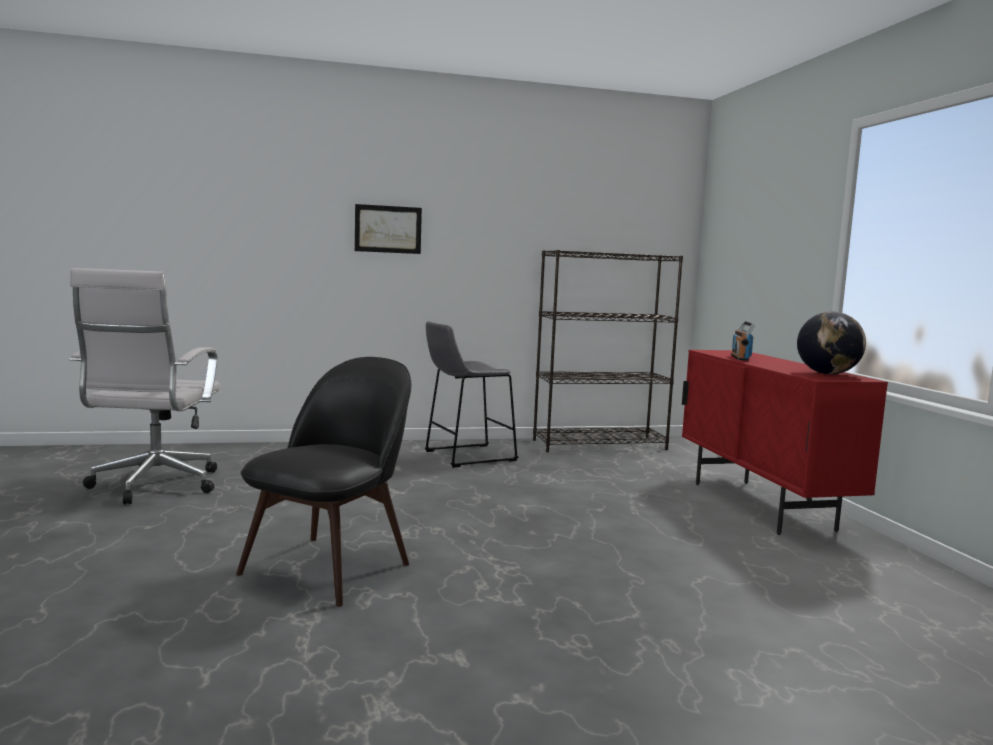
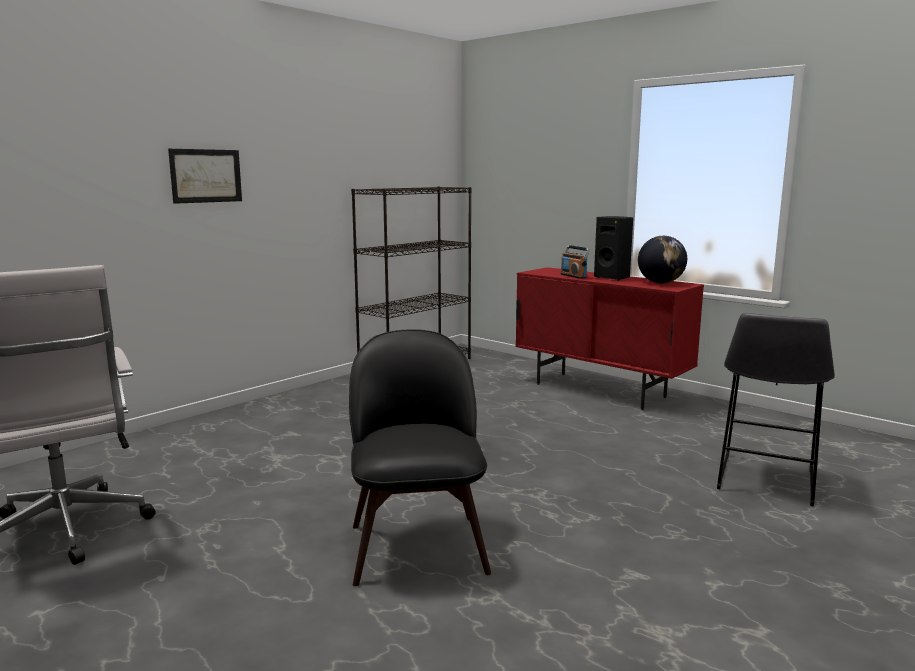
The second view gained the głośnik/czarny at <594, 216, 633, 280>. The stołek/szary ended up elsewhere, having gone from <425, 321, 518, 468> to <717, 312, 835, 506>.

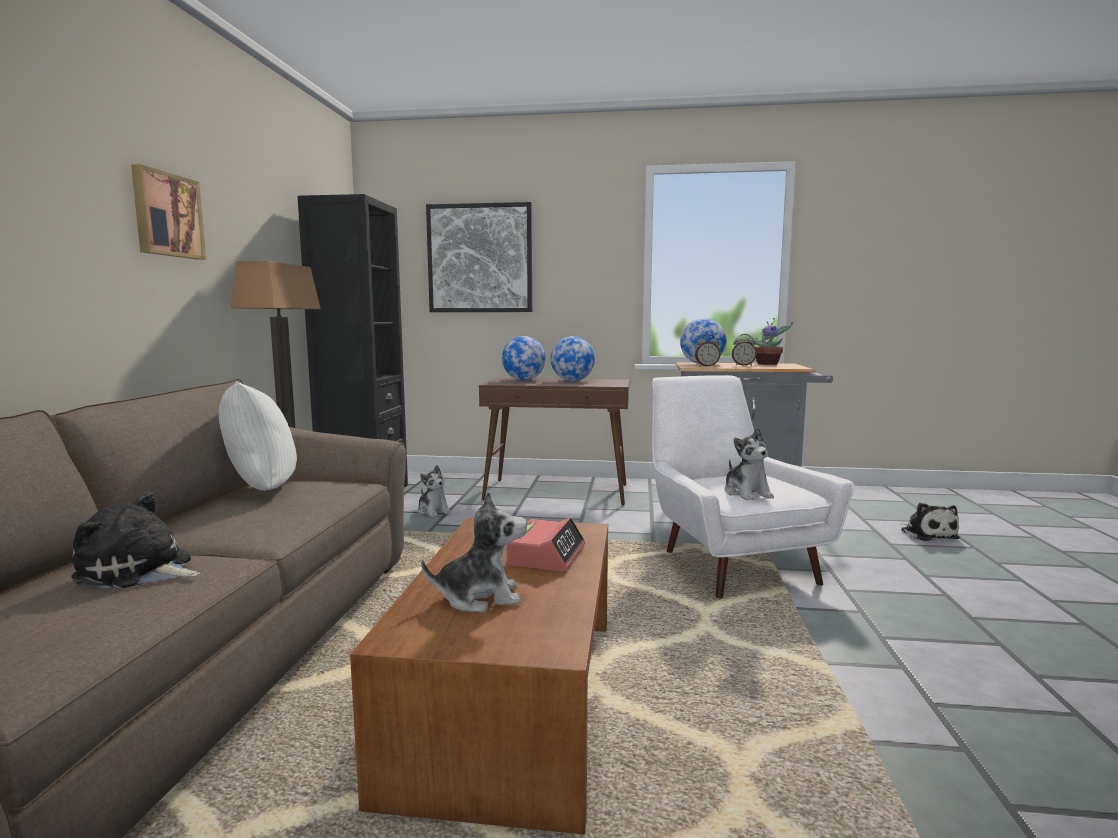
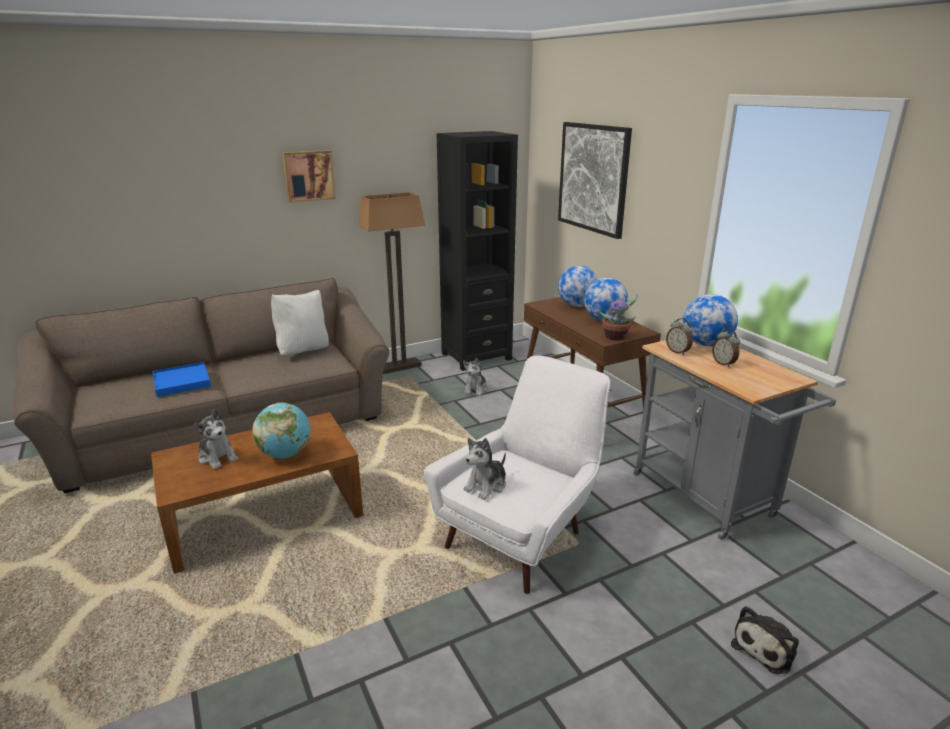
Where the pluszak stood at <71, 492, 200, 589>, the taca/niebieski came to stand at <152, 362, 211, 397>. Where the budzik stood at <507, 517, 585, 572>, the globus came to stand at <252, 403, 310, 458>. The roślina doniczkowa ended up elsewhere, having gone from <754, 318, 793, 365> to <599, 294, 638, 340>.

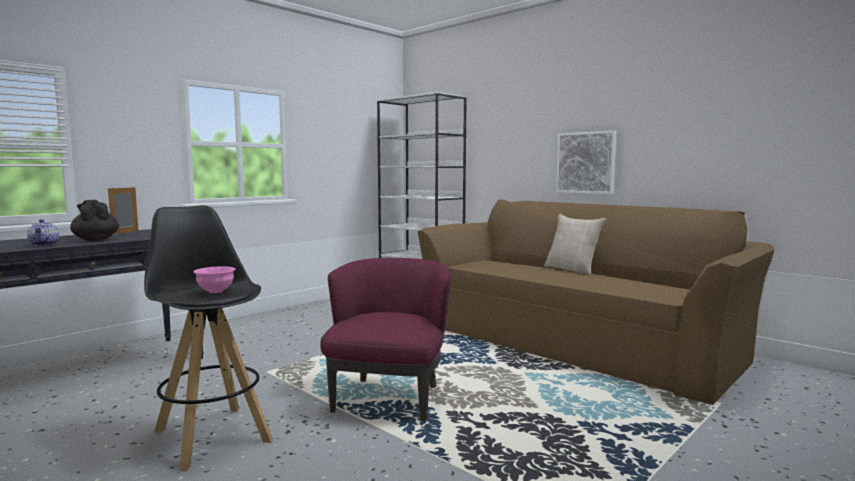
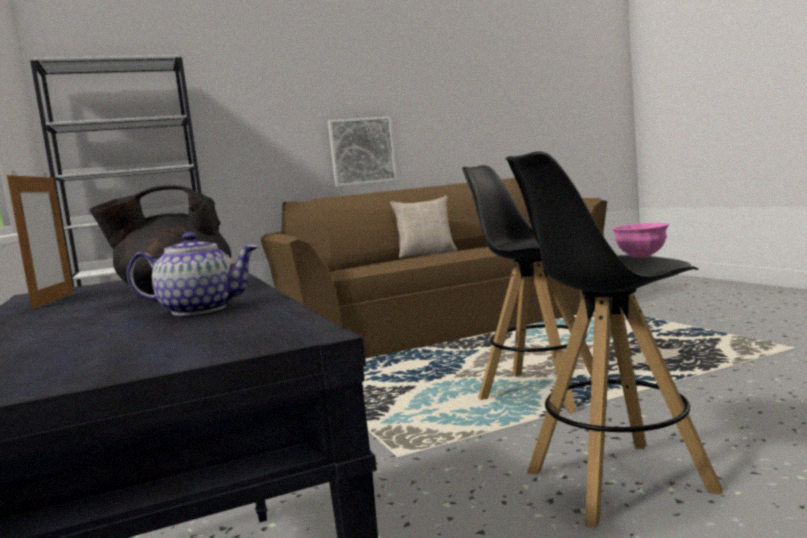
The ramka na zdjęcie at <108, 187, 138, 235> ended up facing another way, 135 degrees counterclockwise from before. Where the fotel/fioletowy stood at <320, 258, 451, 421>, the stołek/czarny came to stand at <462, 165, 593, 413>.

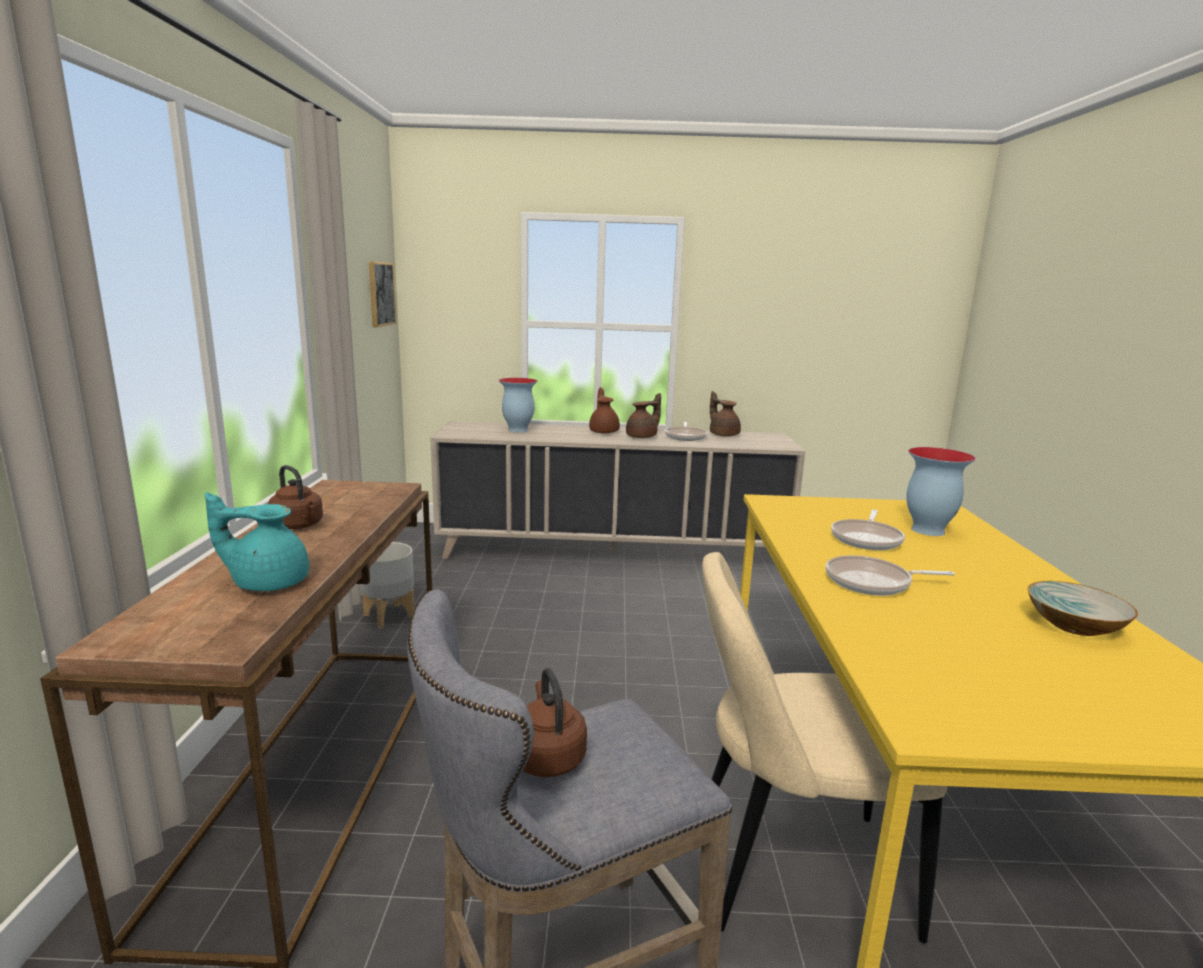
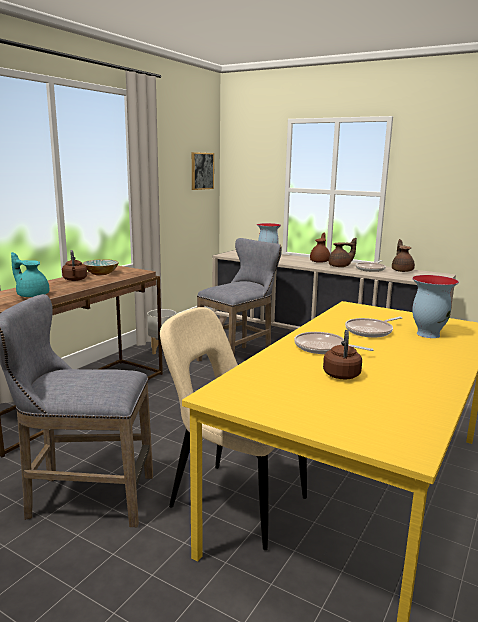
The miska ended up elsewhere, having gone from <1027, 581, 1138, 636> to <82, 259, 119, 275>. The second view gained the stołek/szary at <197, 238, 282, 361>. The czajnik/brązowy ended up elsewhere, having gone from <523, 668, 587, 777> to <323, 330, 362, 379>.

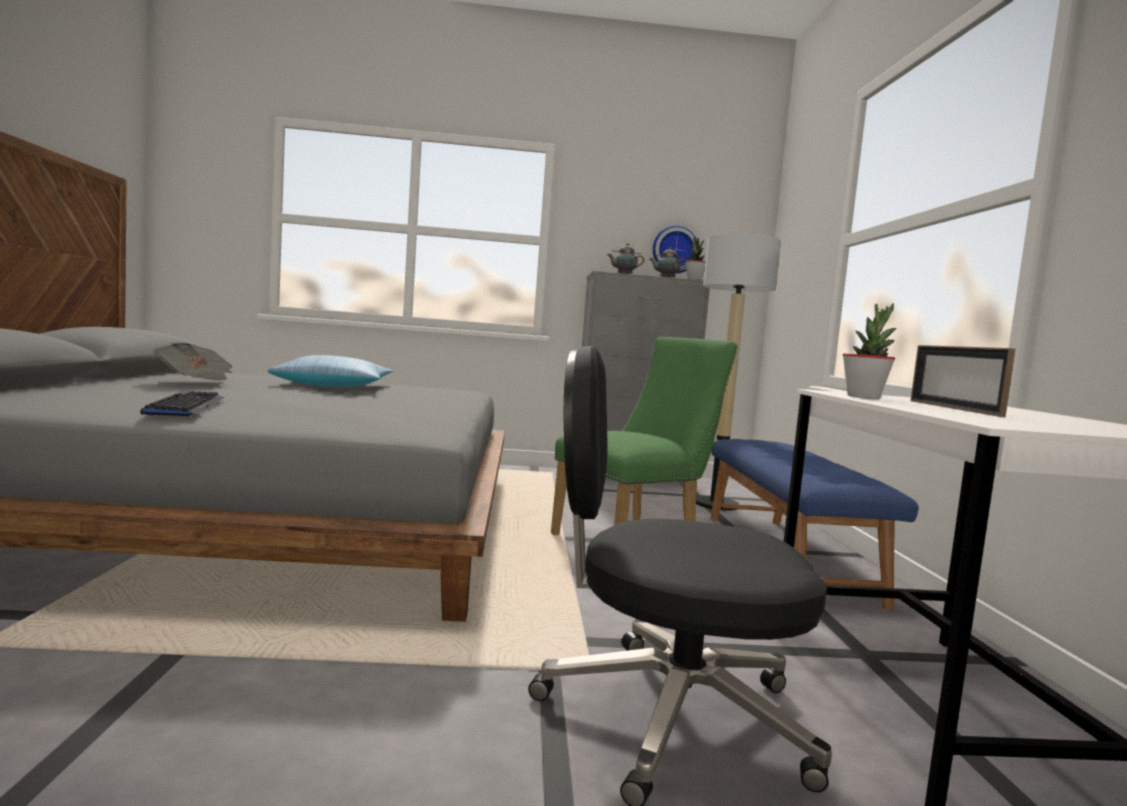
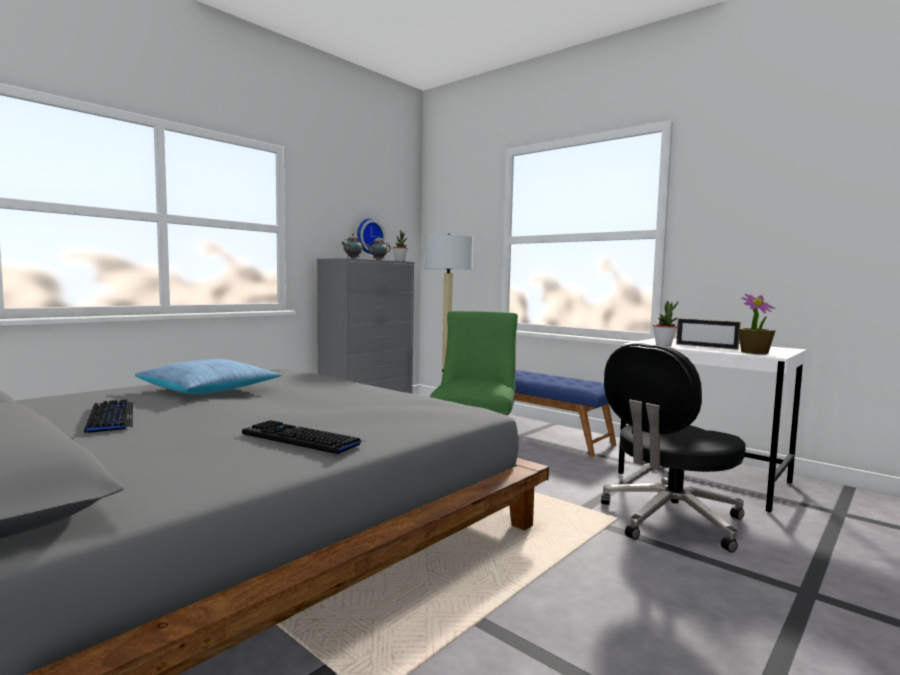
Where the gazeta stood at <154, 343, 232, 380>, the klawiatura came to stand at <84, 399, 133, 433>. The second view gained the roślina doniczkowa at <738, 294, 776, 354>.

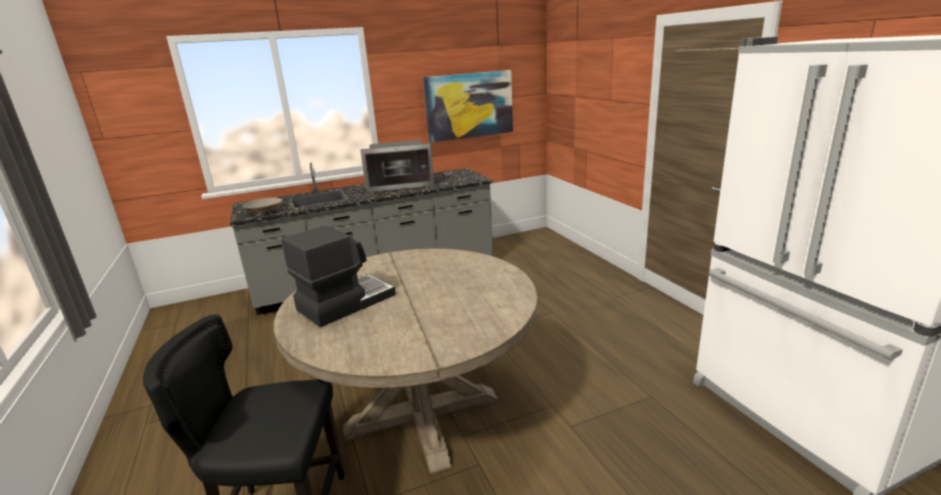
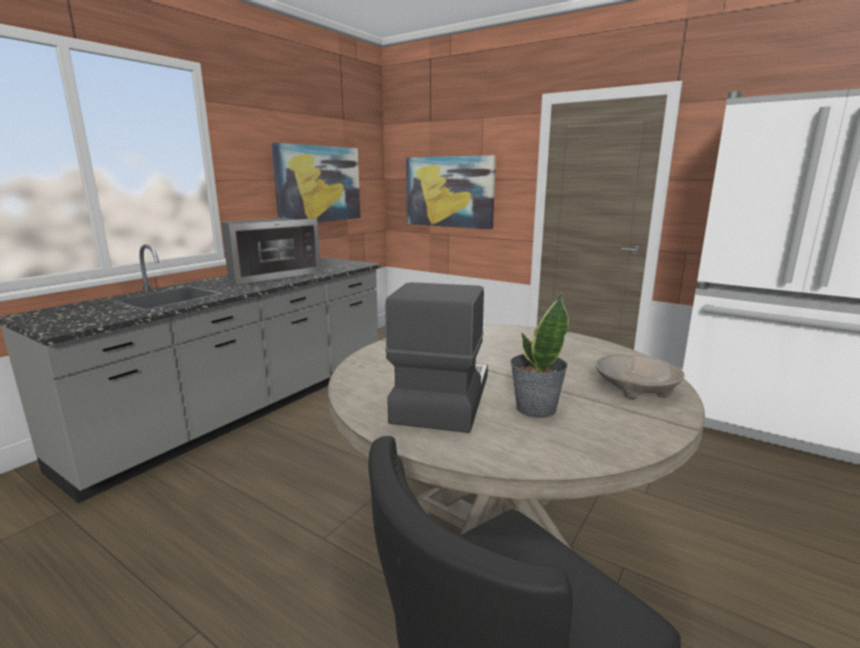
The second view gained the obraz at <406, 155, 496, 229>. The second view gained the roślina doniczkowa at <510, 293, 569, 418>. The miska/beżowy ended up elsewhere, having gone from <243, 197, 282, 216> to <595, 354, 685, 399>.

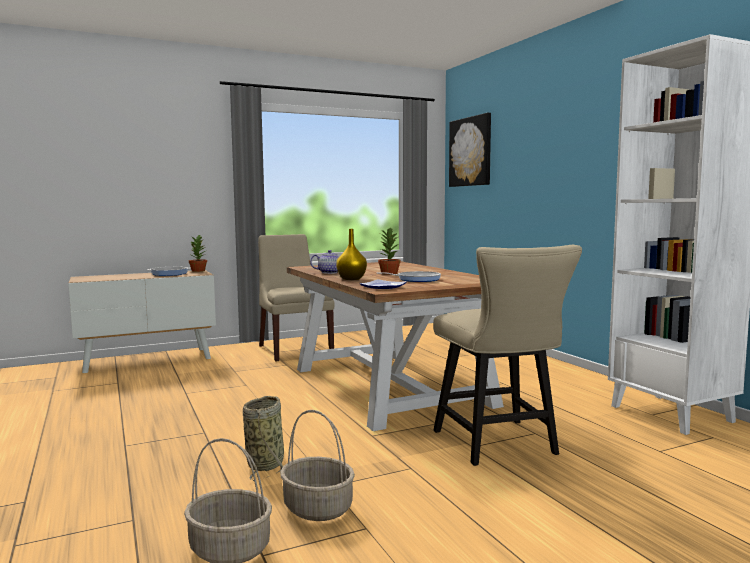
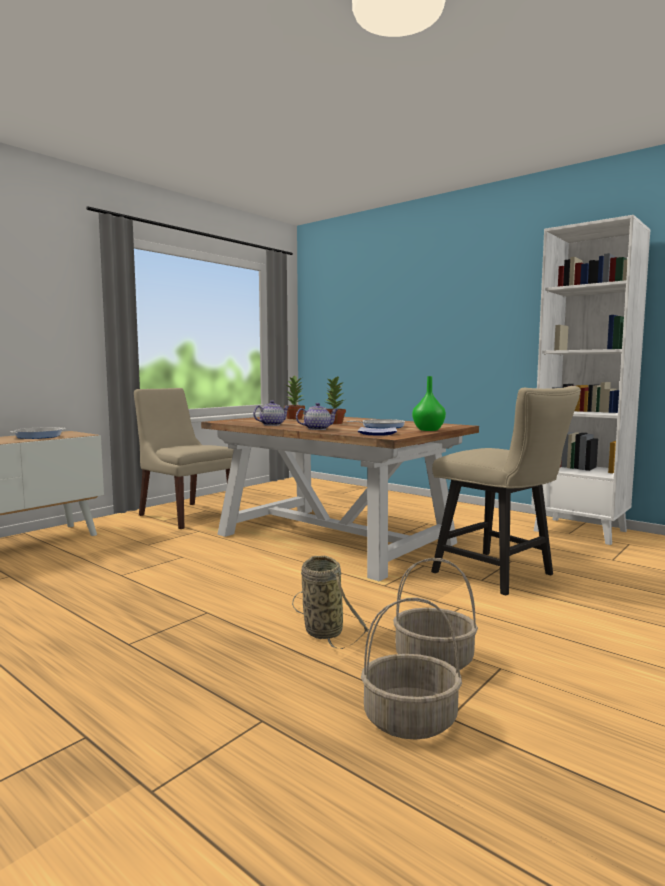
The roślina doniczkowa ended up elsewhere, having gone from <189, 234, 207, 272> to <284, 376, 305, 419>. Where the wazon/żółty stood at <336, 229, 367, 280>, the imbryk came to stand at <296, 403, 339, 430>. The second view gained the wazon/zielony at <412, 376, 446, 431>. The second view lost the obraz at <449, 113, 491, 187>.

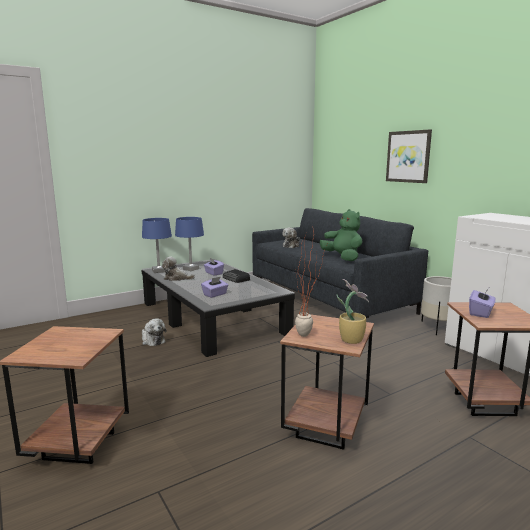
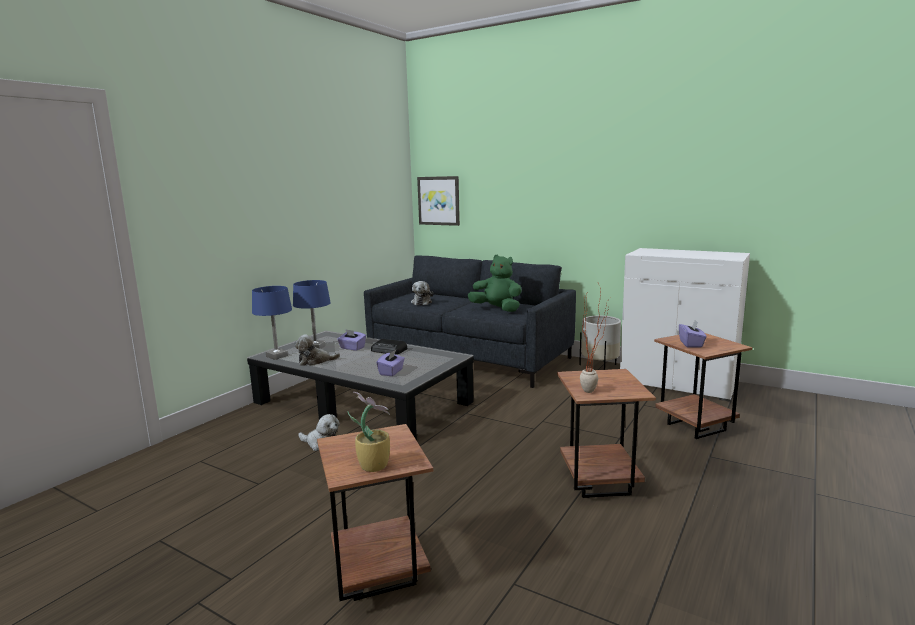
The roślina doniczkowa ended up elsewhere, having gone from <337, 279, 369, 344> to <347, 392, 390, 472>. The obraz ended up elsewhere, having gone from <386, 129, 432, 183> to <417, 176, 460, 226>.

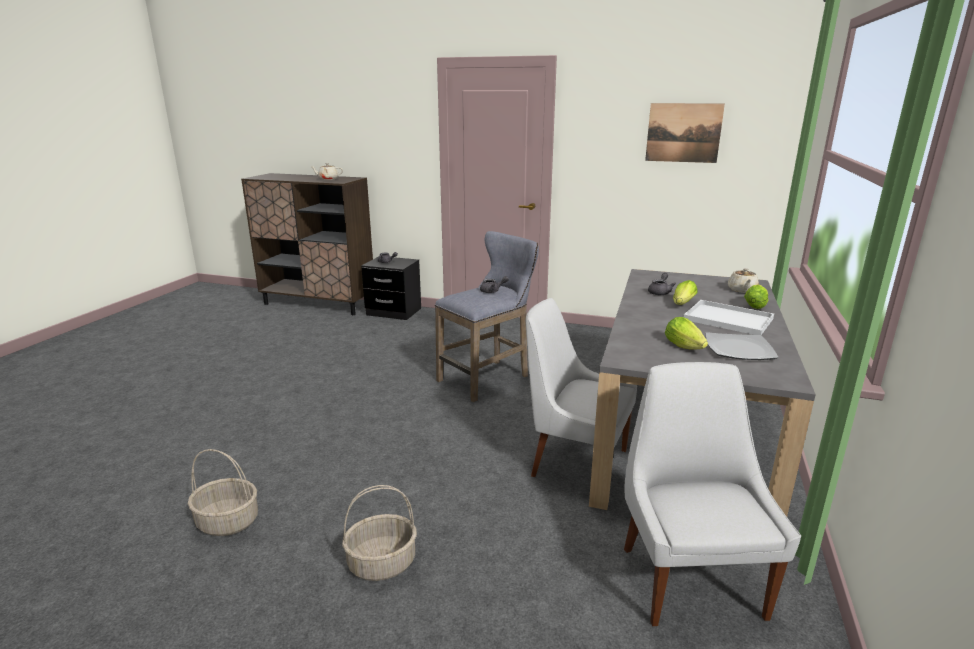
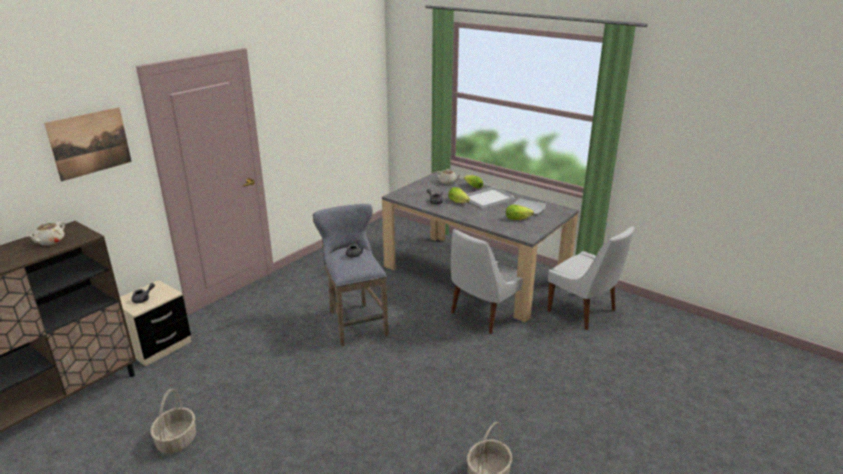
The obraz ended up elsewhere, having gone from <645, 103, 725, 163> to <44, 107, 132, 182>. What was the szafka nocna/czarny at <361, 256, 421, 320> turned into the szafka nocna/beżowy at <120, 280, 191, 366>. The koszyk ended up elsewhere, having gone from <342, 485, 417, 581> to <151, 389, 196, 454>. The krzesło/biały at <624, 362, 801, 626> ended up facing another way, 150 degrees counterclockwise from before.

